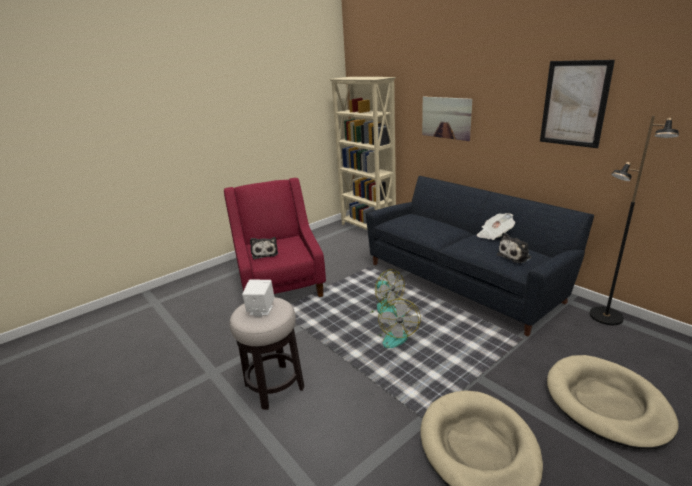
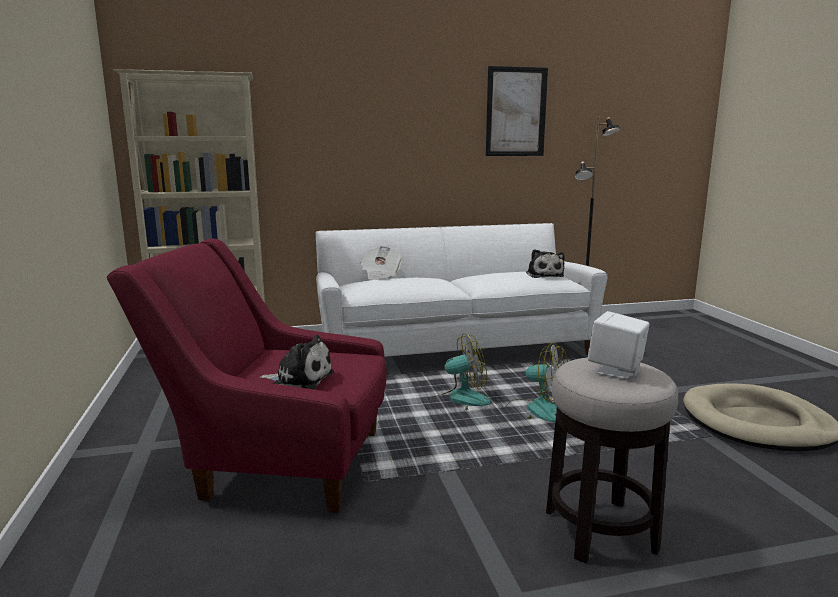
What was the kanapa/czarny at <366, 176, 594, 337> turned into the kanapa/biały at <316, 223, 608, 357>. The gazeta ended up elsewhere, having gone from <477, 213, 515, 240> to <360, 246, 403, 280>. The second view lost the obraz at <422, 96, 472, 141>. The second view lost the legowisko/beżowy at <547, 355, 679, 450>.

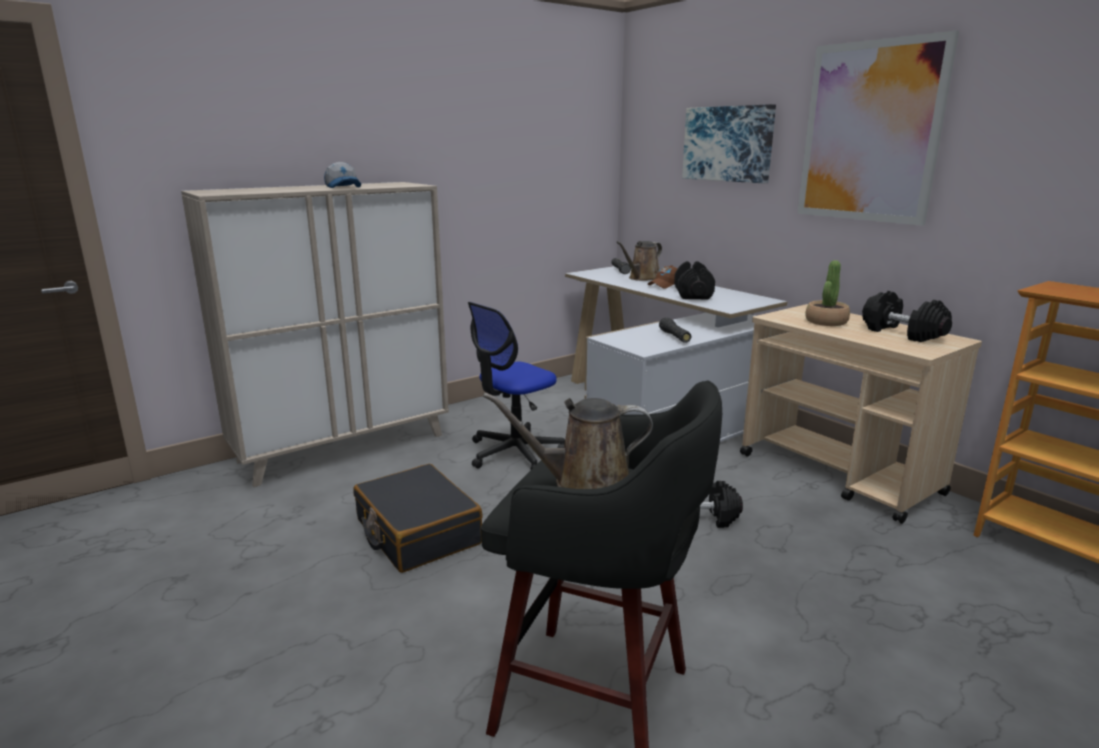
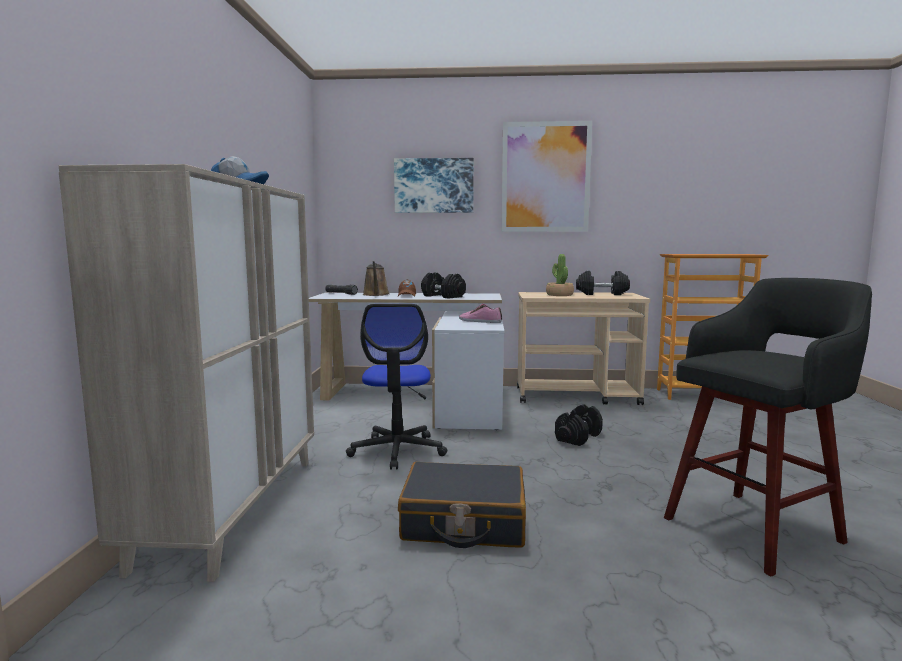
Where the latarka/czarny stood at <659, 317, 691, 343>, the but came to stand at <459, 304, 502, 323>. The second view lost the konewka/brązowy at <483, 393, 653, 489>.

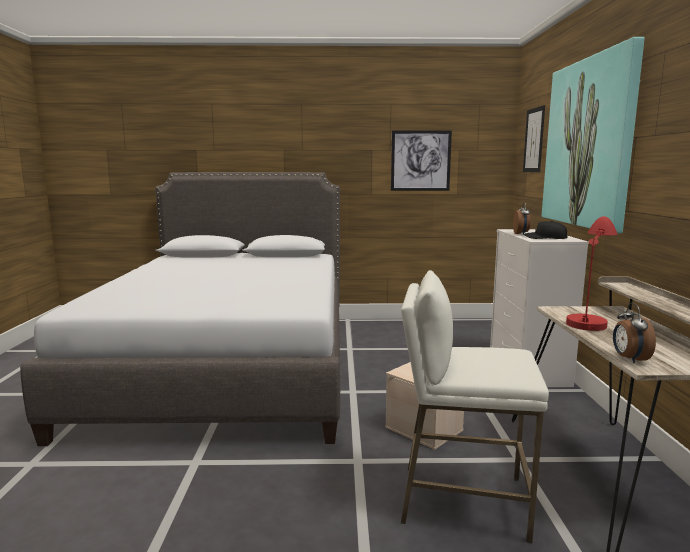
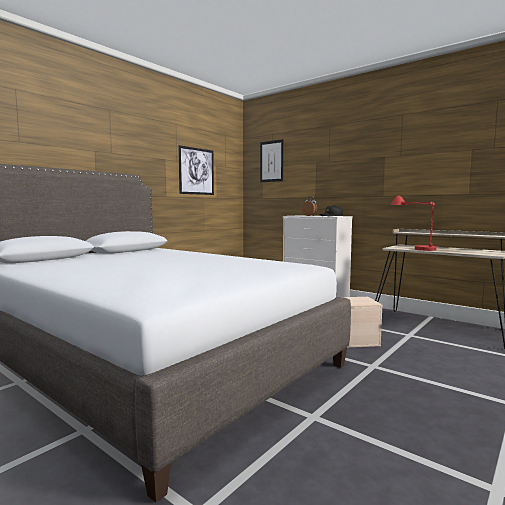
The second view lost the stołek/biały at <401, 270, 549, 543>. The second view lost the obraz at <542, 37, 645, 234>. The second view lost the budzik at <613, 303, 656, 363>.

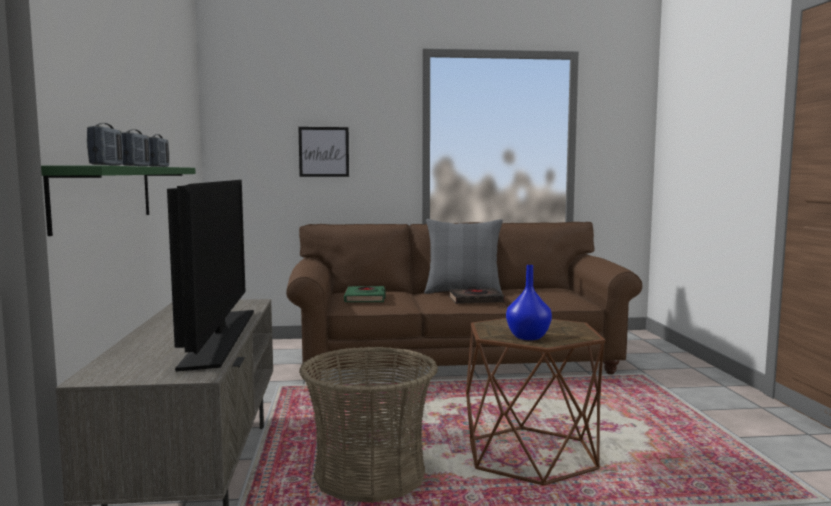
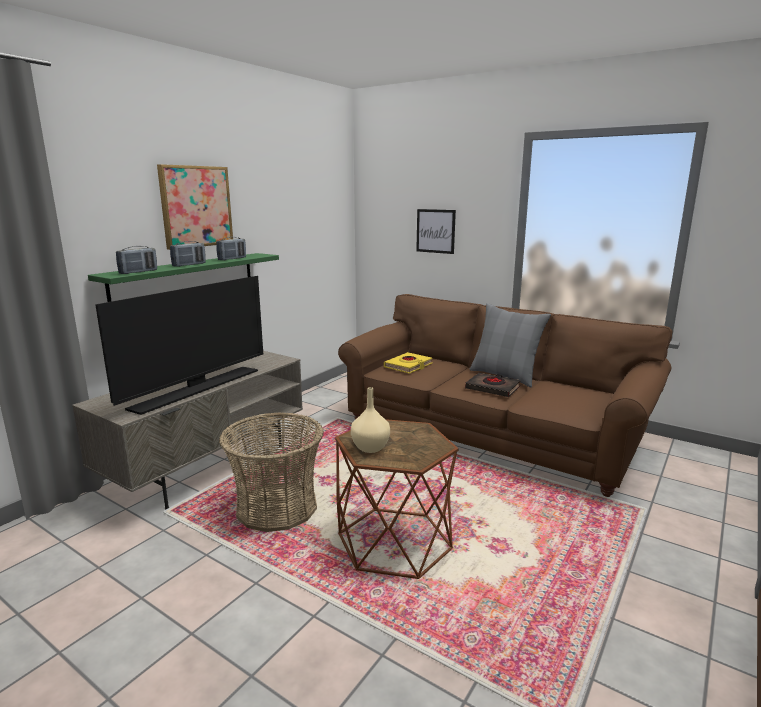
The second view gained the obraz at <157, 164, 233, 250>. What was the wazon/niebieski at <506, 265, 552, 340> turned into the wazon/beżowy at <351, 387, 390, 453>. What was the książka/zielony at <344, 286, 385, 302> turned into the książka/żółty at <384, 352, 433, 374>.

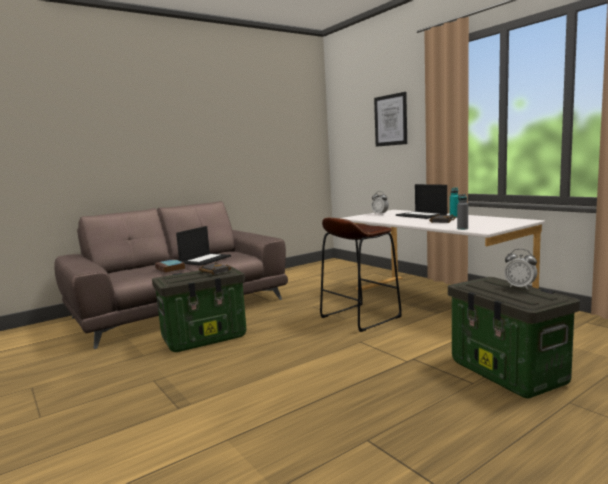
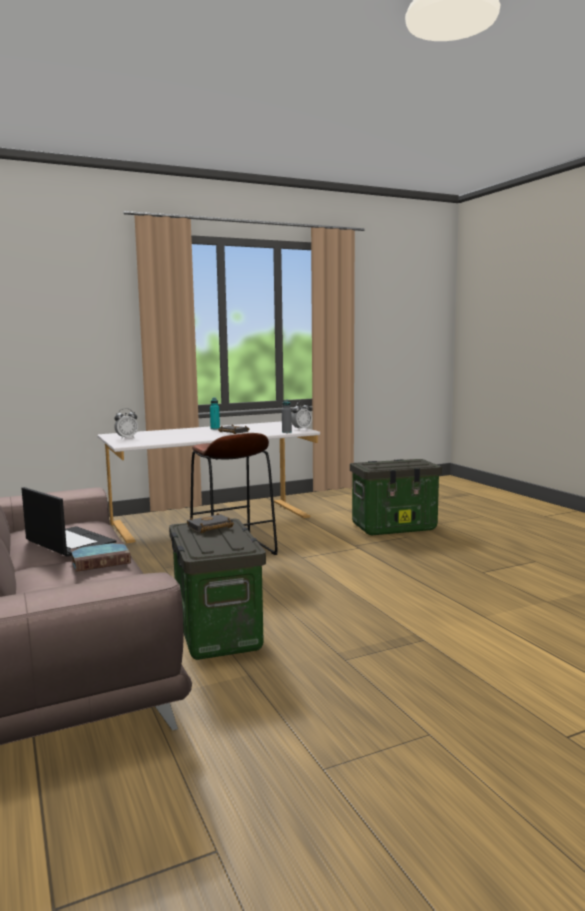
The budzik ended up elsewhere, having gone from <504, 249, 537, 290> to <292, 402, 312, 430>. The second view lost the obraz at <374, 92, 407, 147>. The second view lost the laptop at <396, 184, 447, 219>.

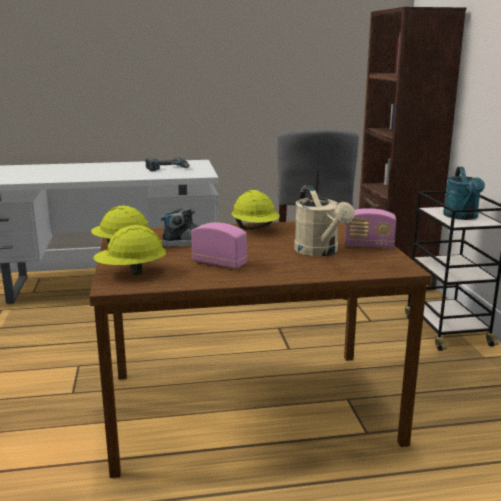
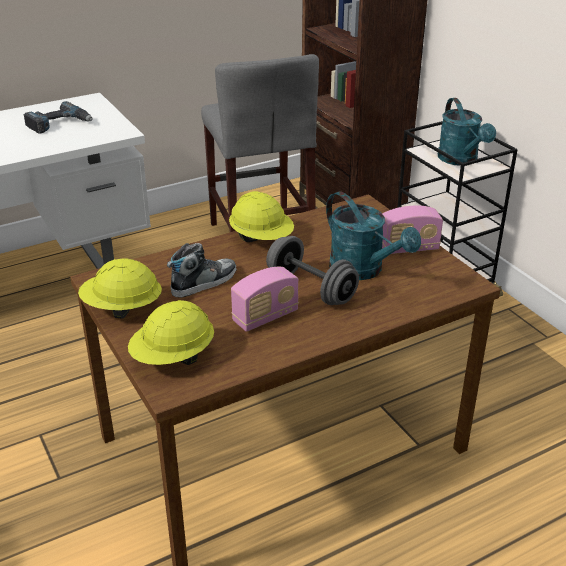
The radio at <191, 222, 247, 269> ended up facing another way, 135 degrees clockwise from before. The second view gained the hantel/szary at <266, 236, 359, 305>. What was the konewka/beżowy at <294, 185, 355, 256> turned into the konewka/turkusowy at <326, 191, 421, 280>.

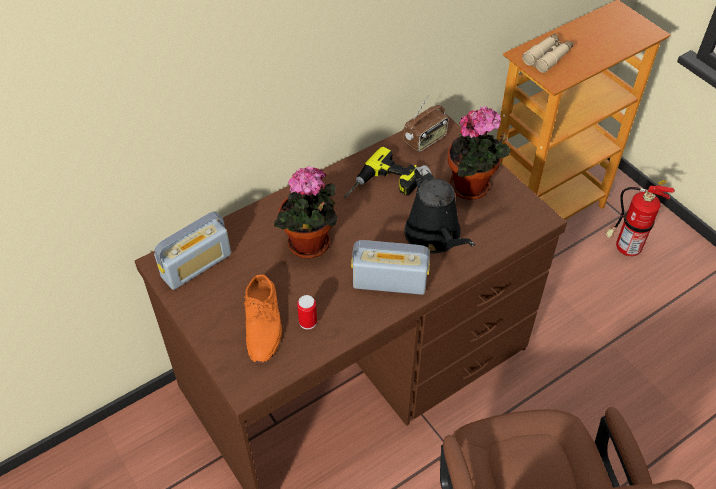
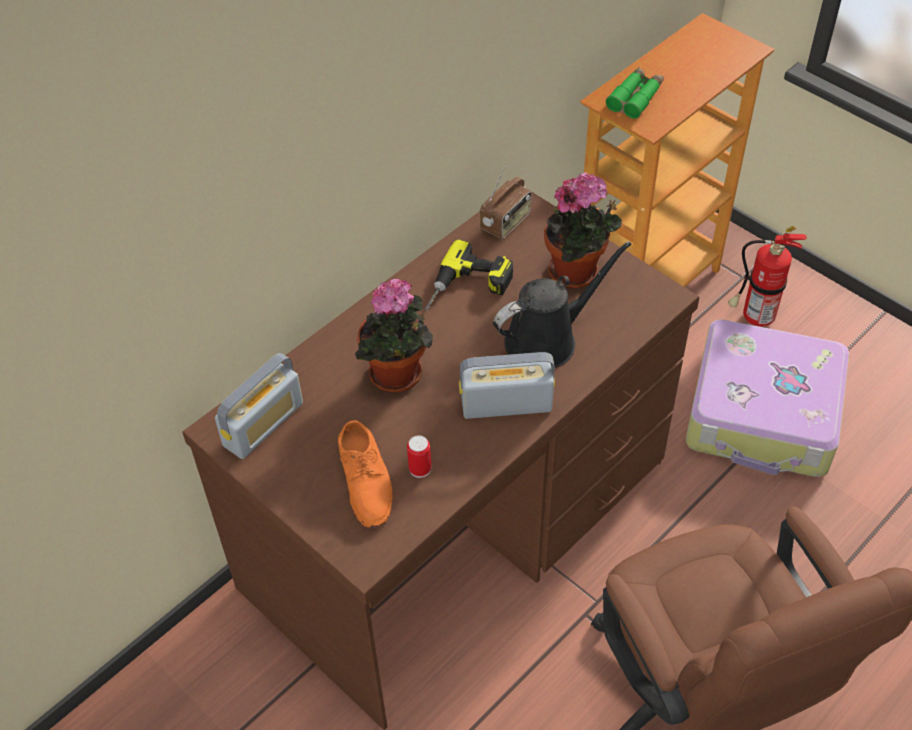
The konewka/czarny at <404, 165, 475, 253> ended up facing another way, 90 degrees counterclockwise from before. What was the lornetka/beżowy at <522, 33, 574, 73> turned into the lornetka/zielony at <606, 67, 664, 119>. The second view gained the walizka at <686, 319, 849, 477>.

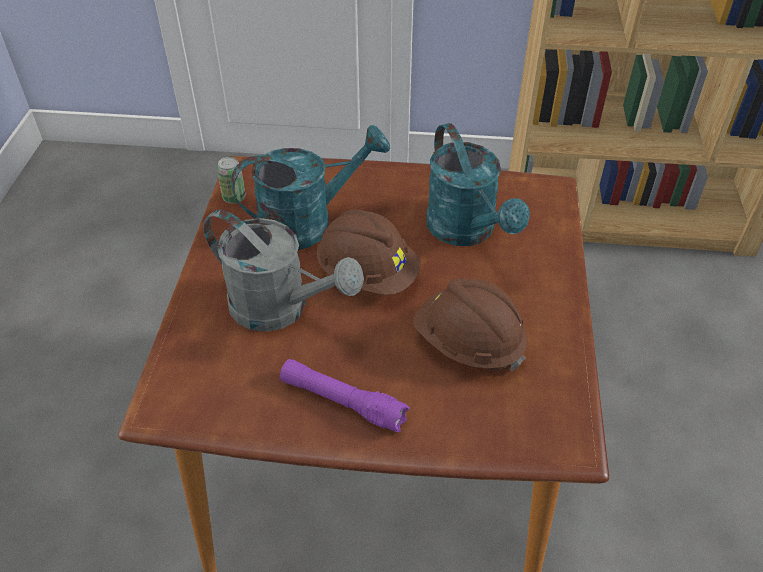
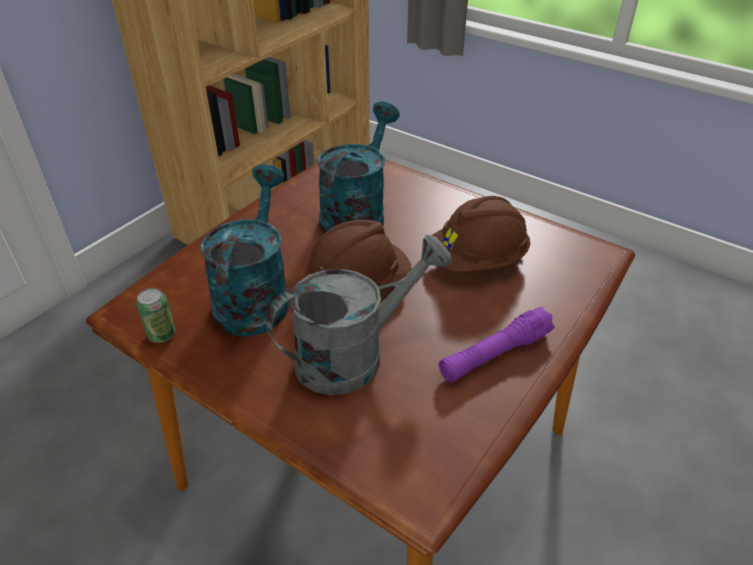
The konewka/turkusowy at <426, 123, 530, 246> ended up facing another way, 75 degrees counterclockwise from before.

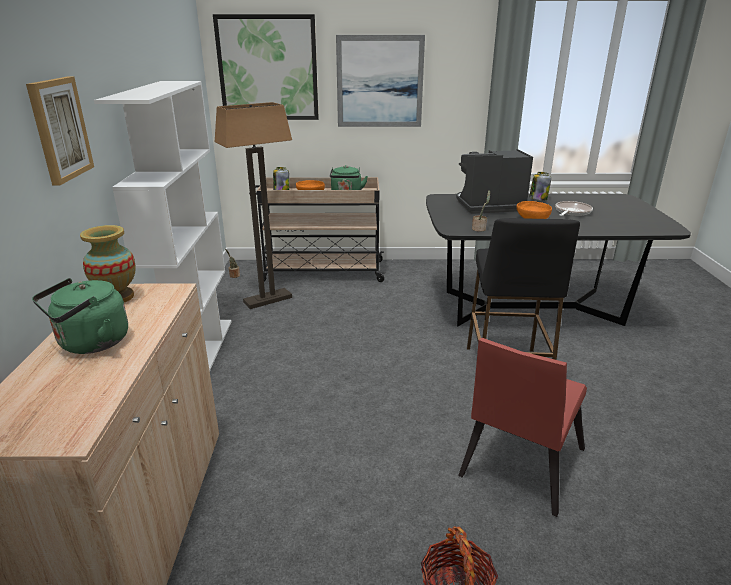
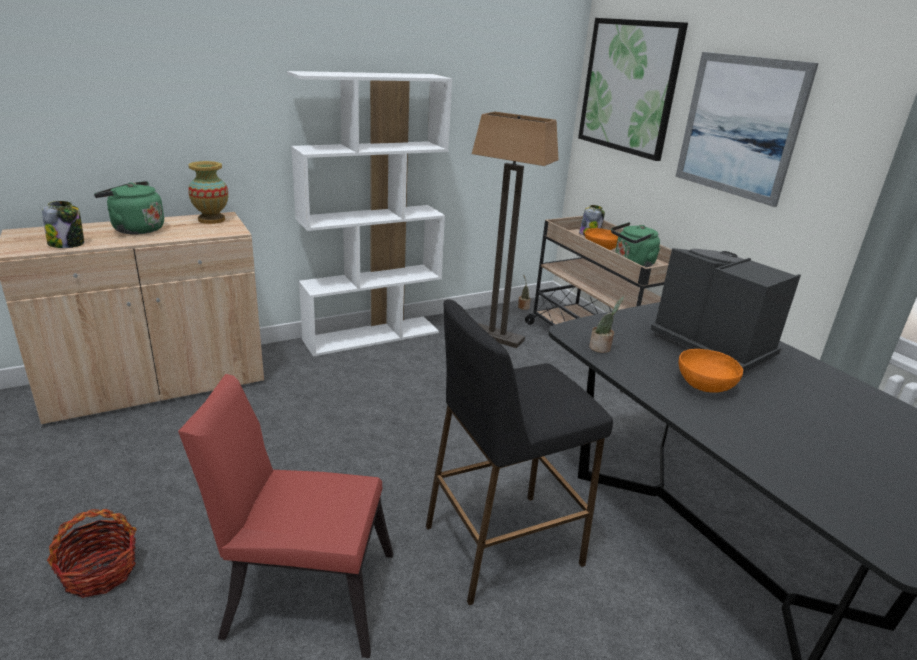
The słoik ended up elsewhere, having gone from <529, 172, 551, 201> to <42, 201, 84, 248>. The second view lost the obraz at <26, 77, 94, 186>. The second view lost the patelnia at <555, 201, 593, 216>.

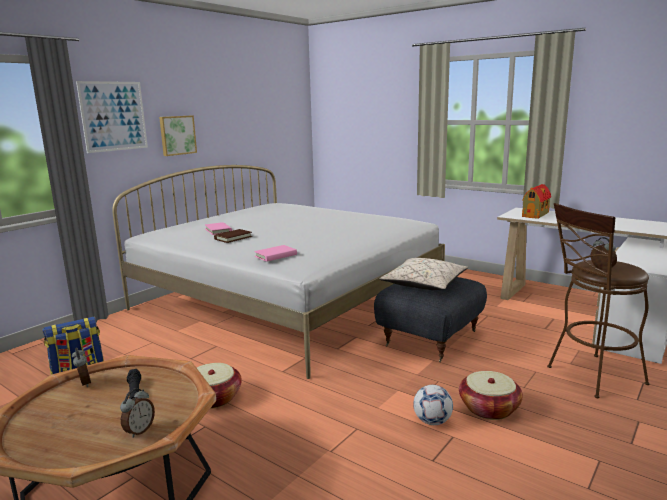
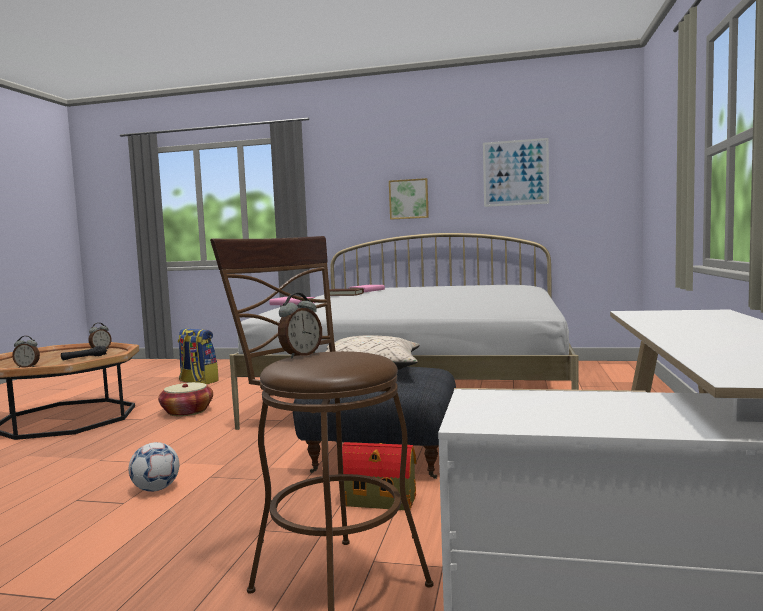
The domek ended up elsewhere, having gone from <522, 184, 551, 219> to <342, 442, 416, 510>. The obraz ended up elsewhere, having gone from <76, 81, 148, 153> to <483, 138, 549, 207>. The second view lost the koszyk at <459, 371, 523, 420>.

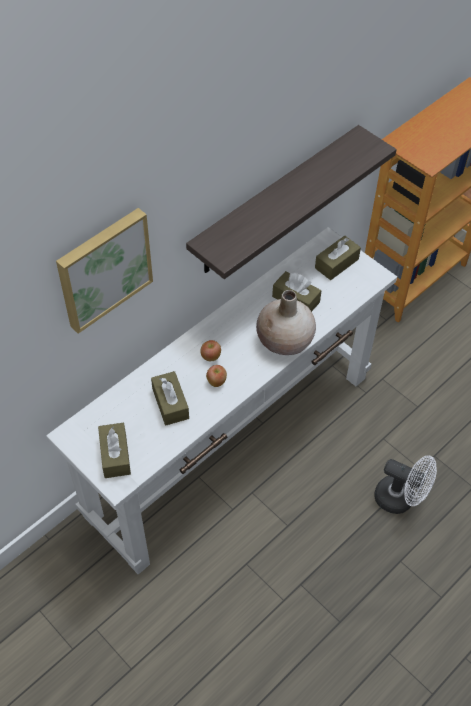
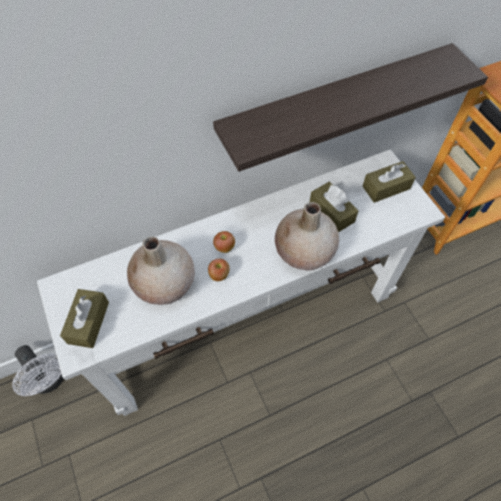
The wentylator/biały ended up elsewhere, having gone from <375, 455, 437, 514> to <12, 345, 64, 396>. Where the pudełko chusteczek/brązowy stood at <151, 371, 189, 426>, the wazon/beżowy came to stand at <127, 236, 195, 305>. The second view lost the obraz at <56, 208, 153, 334>.

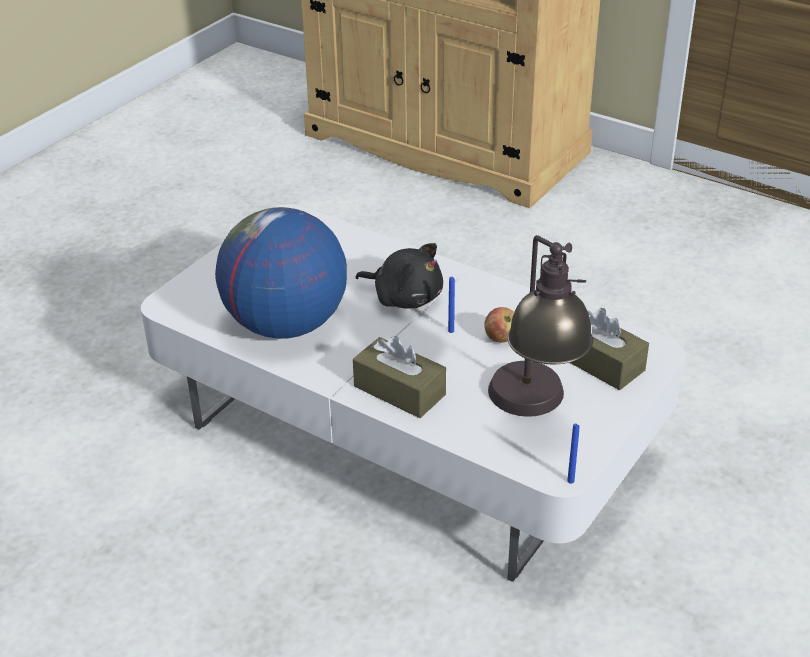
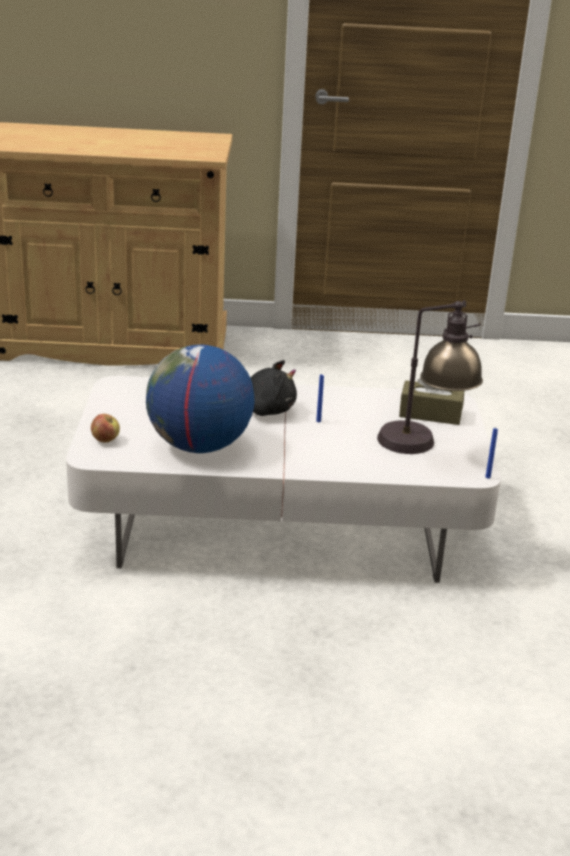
The jabłko ended up elsewhere, having gone from <484, 307, 514, 343> to <91, 414, 120, 442>. The second view lost the pudełko chusteczek/brązowy at <353, 336, 446, 418>.

